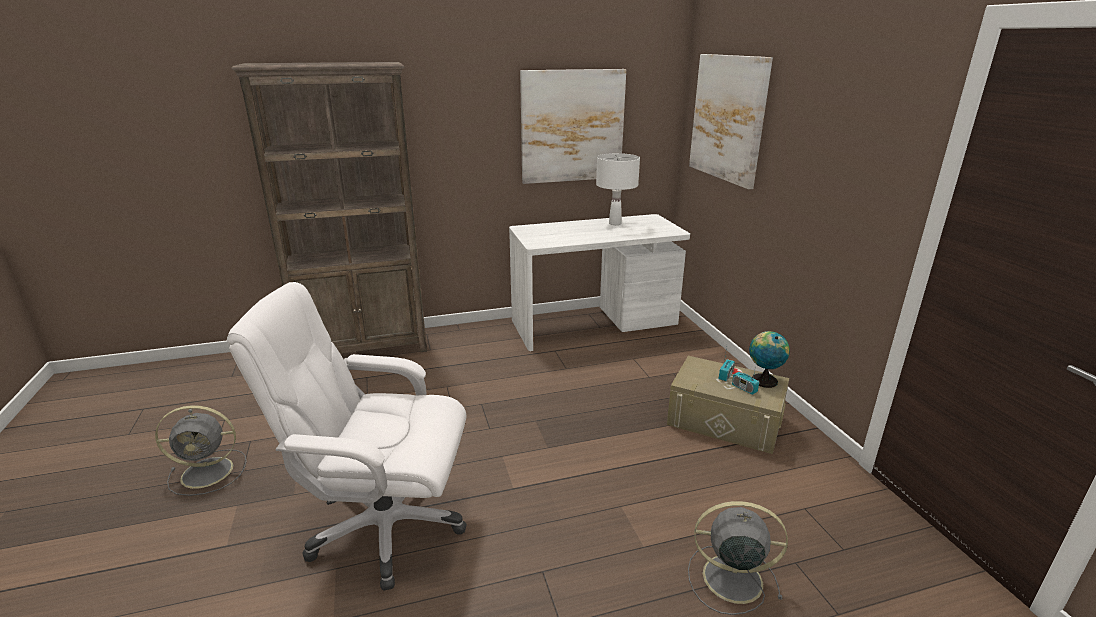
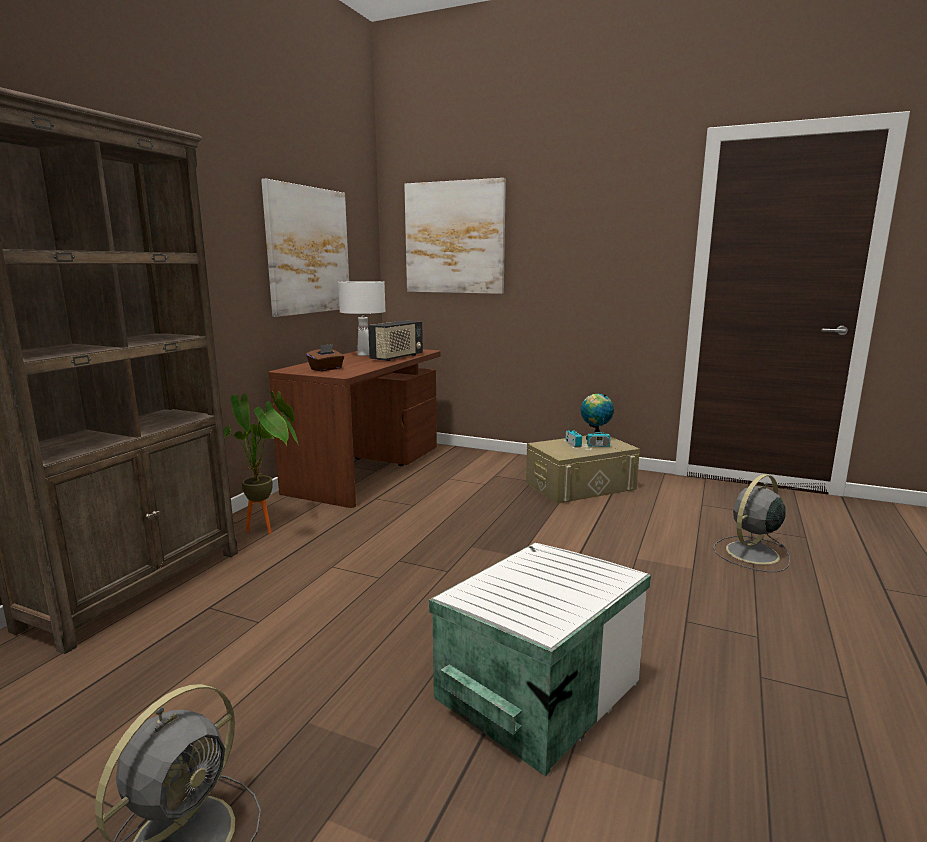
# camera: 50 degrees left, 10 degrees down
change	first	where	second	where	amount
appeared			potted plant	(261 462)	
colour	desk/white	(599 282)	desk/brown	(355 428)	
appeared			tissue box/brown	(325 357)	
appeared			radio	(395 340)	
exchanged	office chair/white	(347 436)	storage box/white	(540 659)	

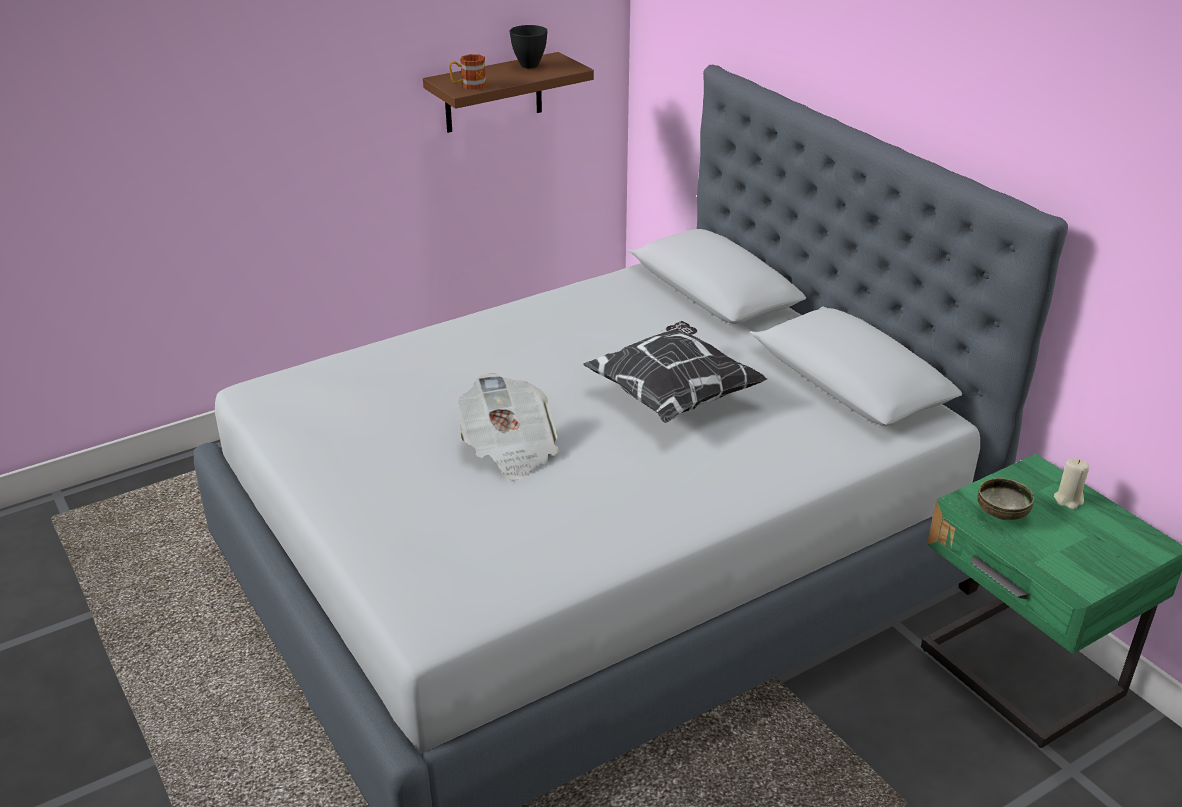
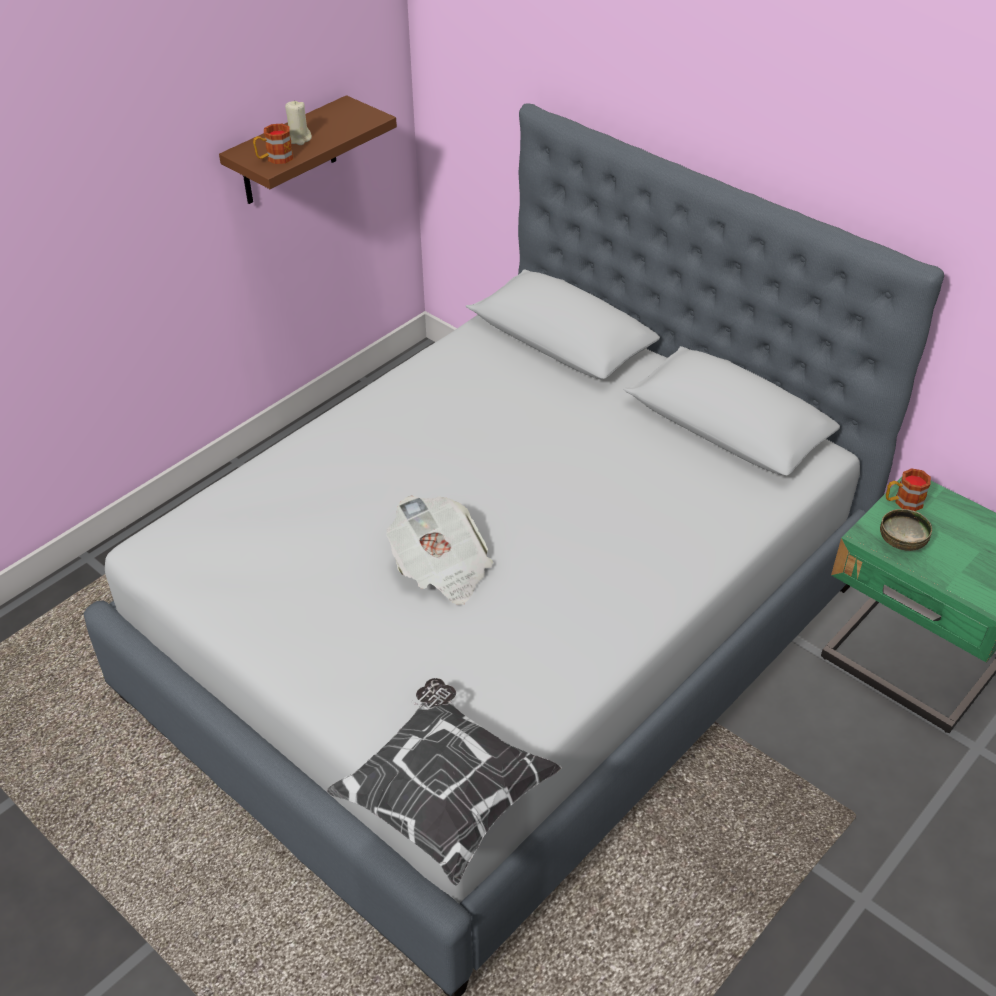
# camera: 15 degrees left, 10 degrees up
change	first	where	second	where	amount
relocated	candle/beige	(1071 484)		(298 122)	
relocated	pillow	(675 372)		(444 782)	
appeared			mug	(908 489)	
missing	bowl/black	(529 47)			

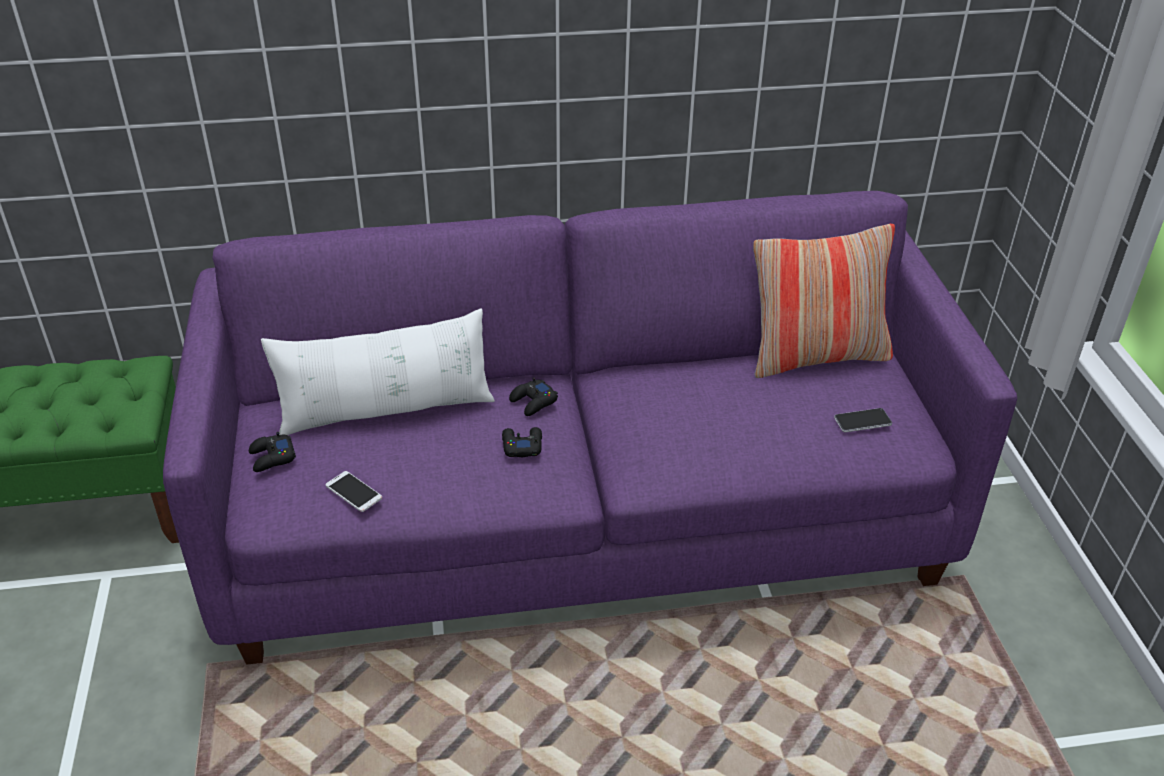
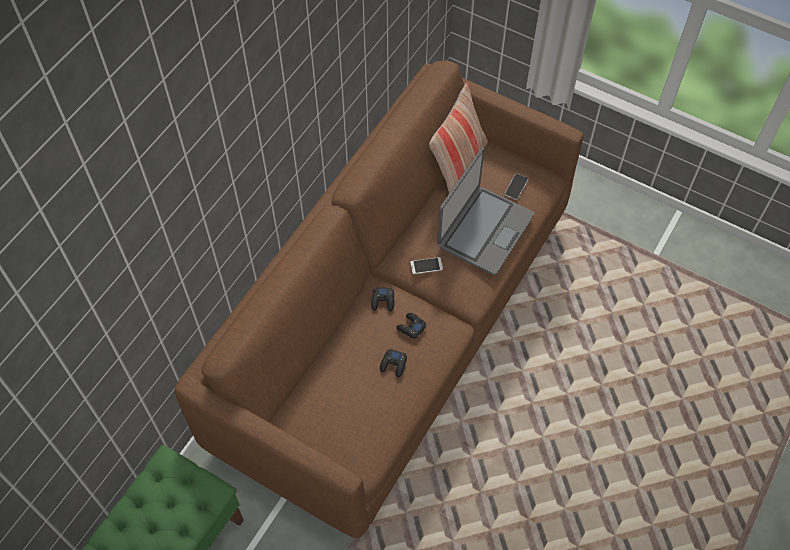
# camera: 50 degrees left, 20 degrees up
change	first	where	second	where	amount
colour	sofa/purple	(590 428)	sofa/brown	(379 299)	
relocated	game controller/black	(272 452)		(393 363)	
relocated	phone	(354 491)		(426 265)	
appeared			laptop	(485 212)	
missing	pillow/white	(378 371)			

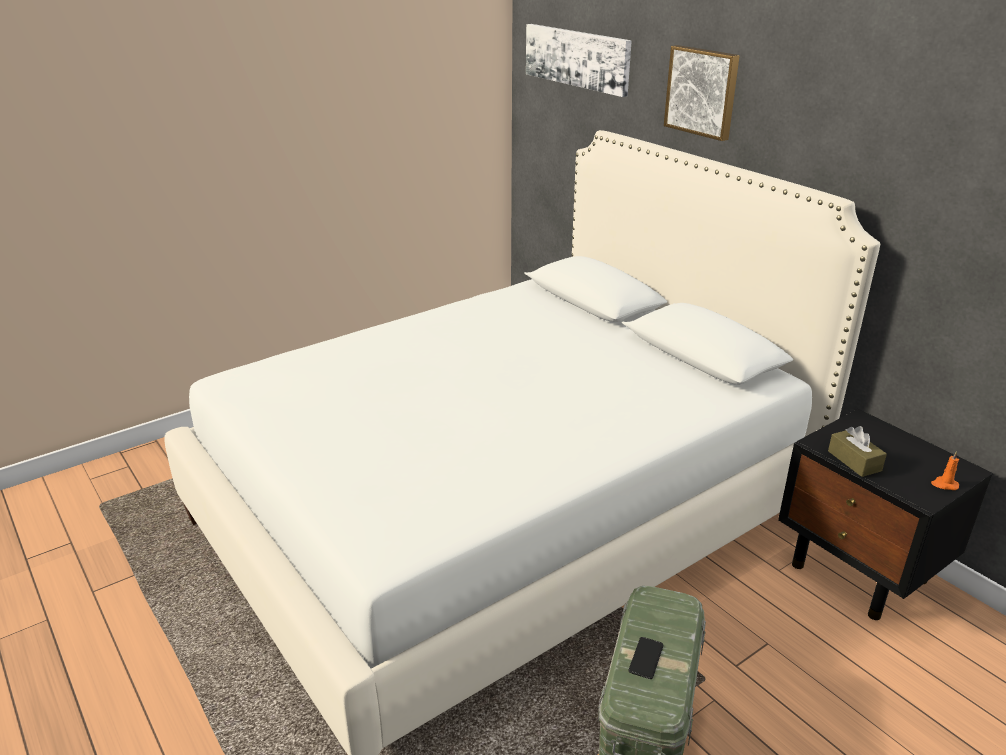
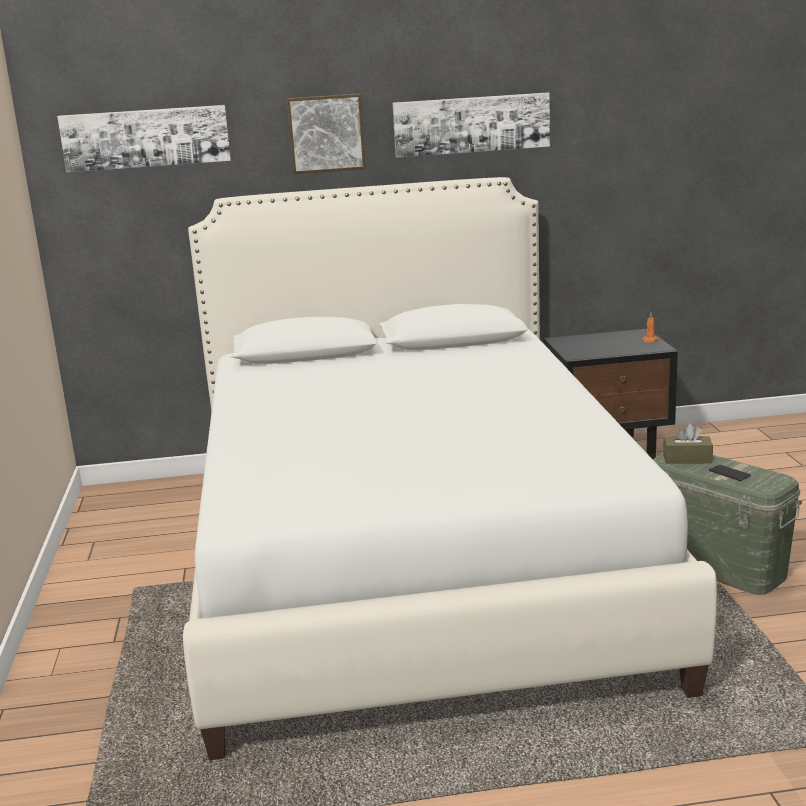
# camera: 60 degrees left, 10 degrees down
change	first	where	second	where	amount
appeared			picture	(471 125)	
relocated	tissue box/brown	(857 451)		(688 444)	

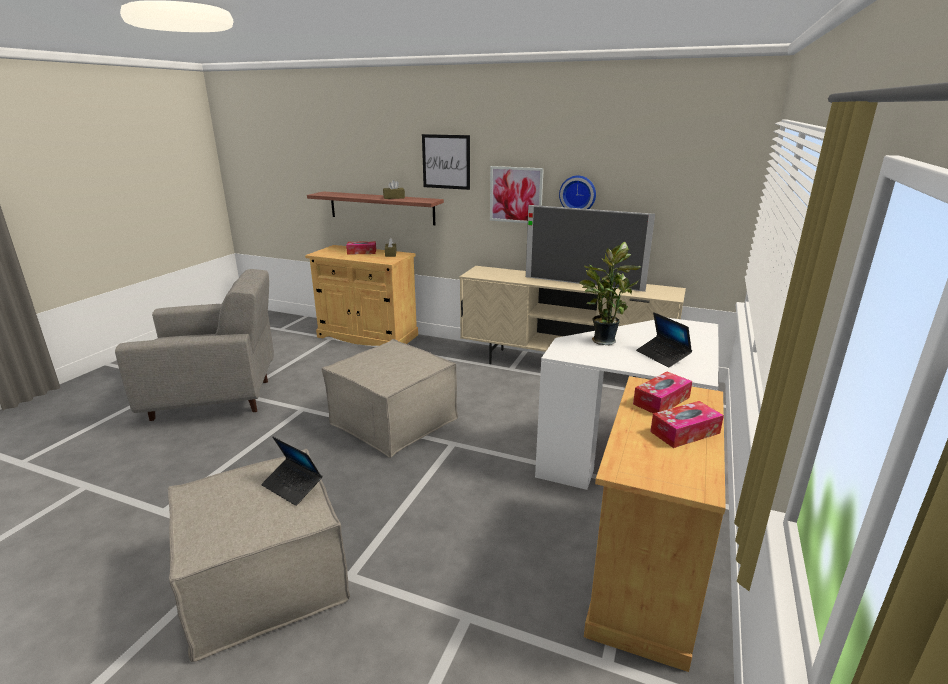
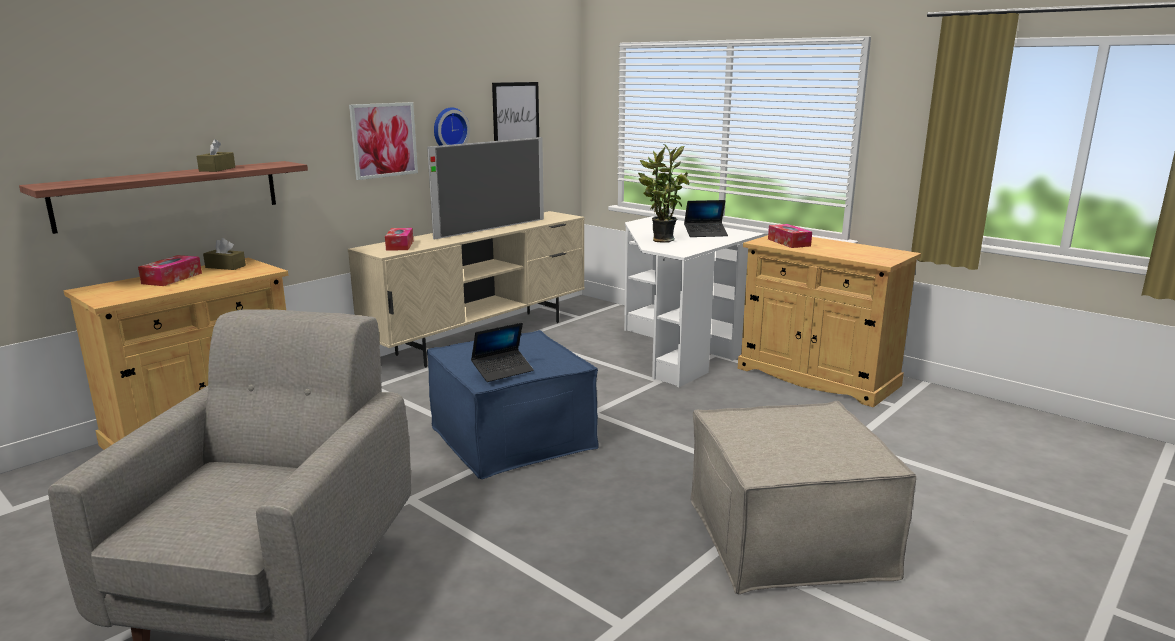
# camera: 70 degrees left, 5 degrees down
change	first	where	second	where	amount
relocated	tissue box	(687 424)		(399 239)	
colour	ottoman/beige	(390 398)	ottoman/blue	(513 404)	
relocated	laptop	(291 471)		(502 352)	
relocated	picture	(446 162)		(515 111)	

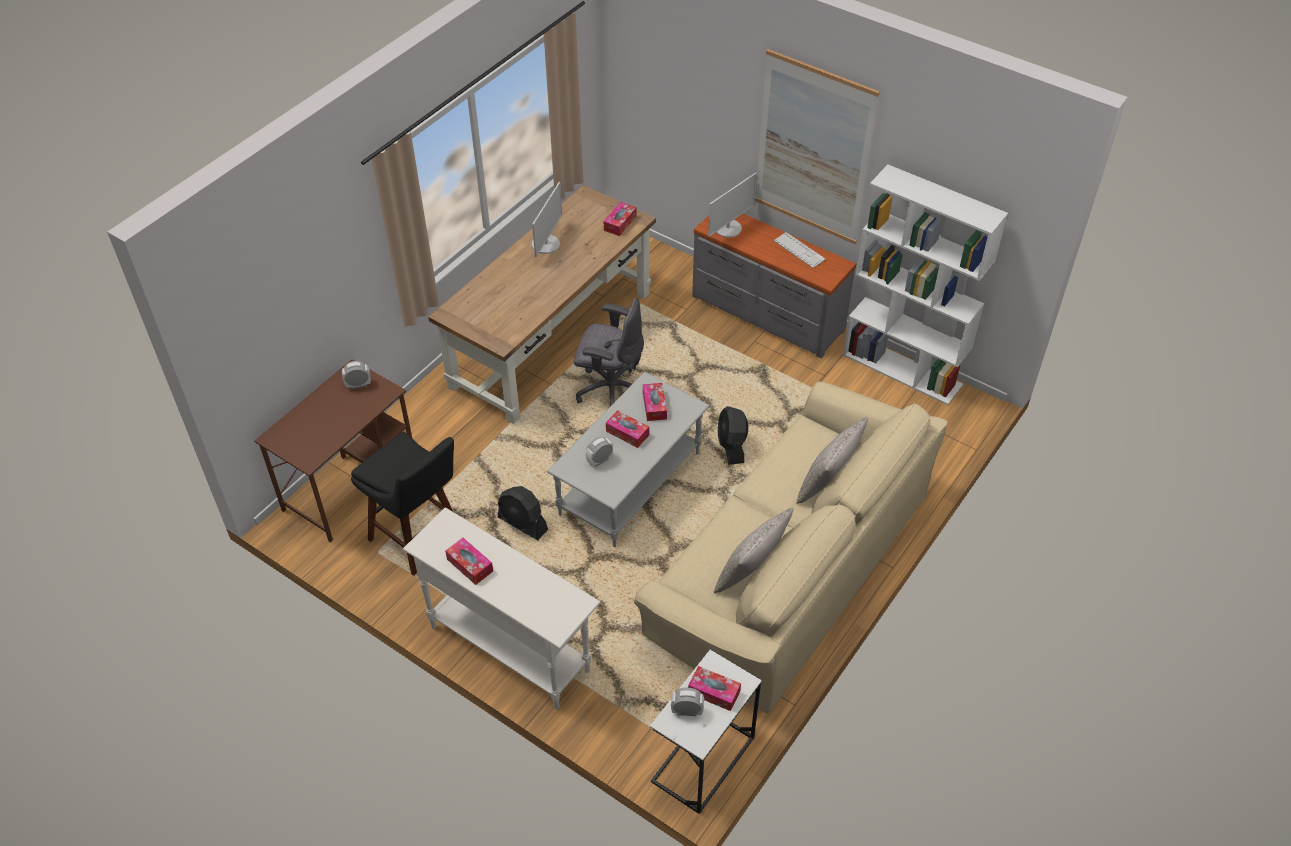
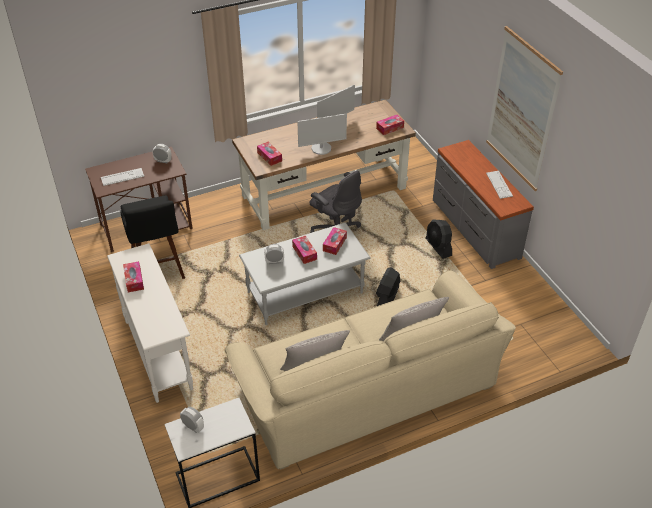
# camera: 30 degrees right, 5 degrees down
change	first	where	second	where	amount
appeared			keyboard	(122 177)	
relocated	tissue box	(714 688)		(269 154)	
relocated	monitor	(732 205)		(322 134)	
relocated	fan/black	(523 513)		(439 239)	
missing	bookcase/white	(925 285)			

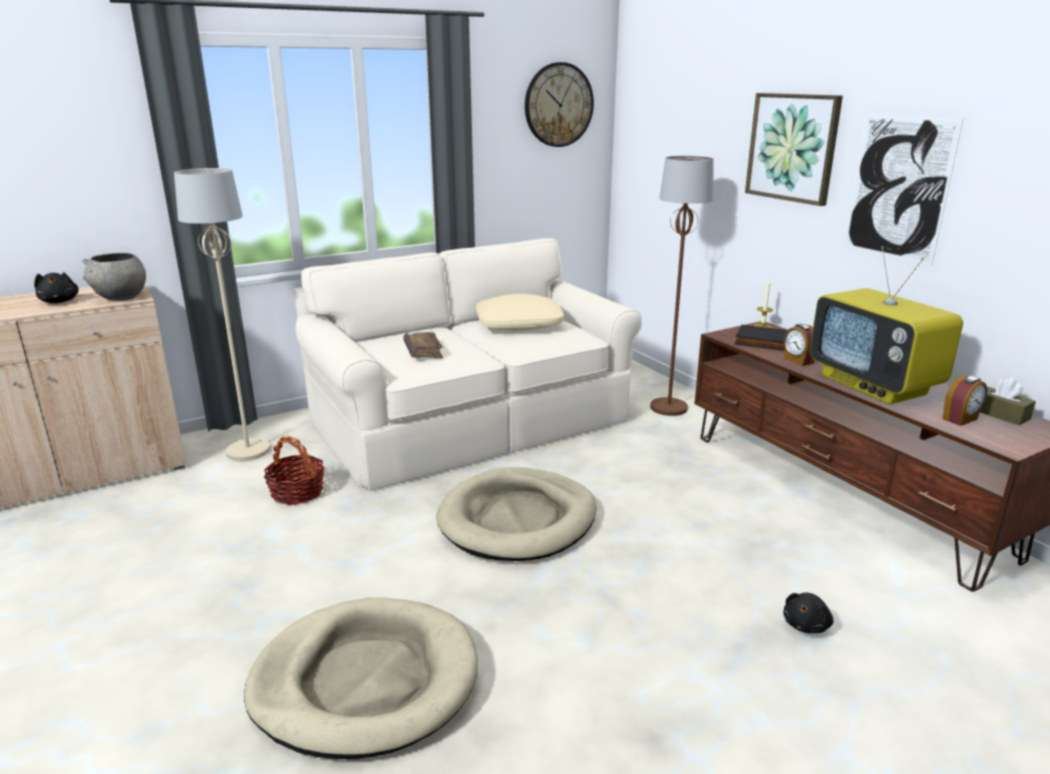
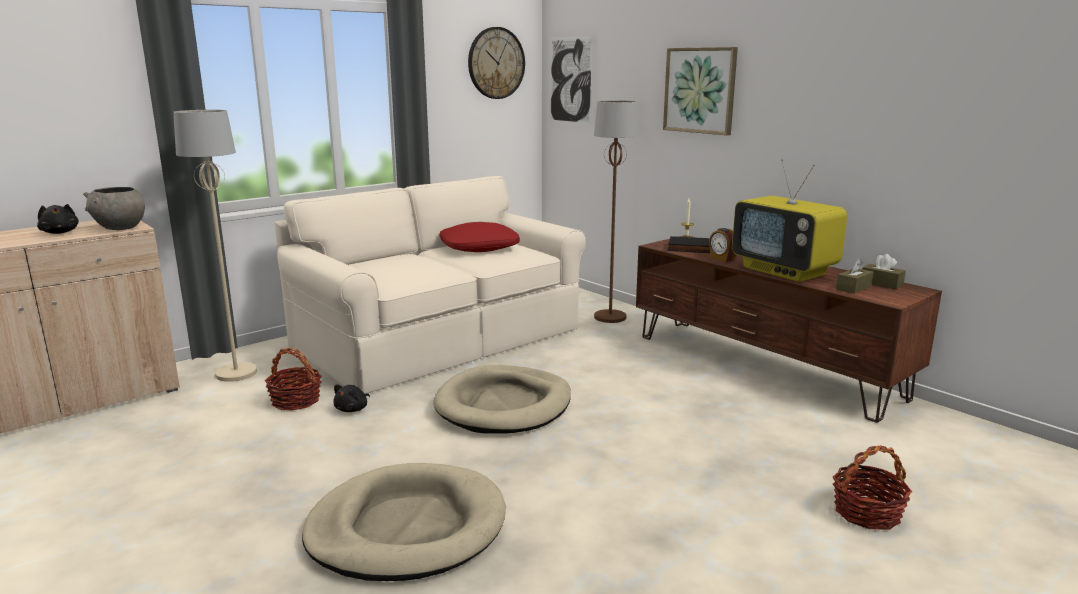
# camera: 10 degrees left, 5 degrees down
change	first	where	second	where	amount
relocated	plush toy/black	(808 613)		(351 398)	
colour	pillow/beige	(520 312)	pillow/red	(479 237)	
relocated	picture	(903 189)		(571 80)	
appeared			basket	(872 487)	
exchanged	alarm clock	(965 400)	tissue box/brown	(855 276)	
missing	book/brown	(423 345)			

